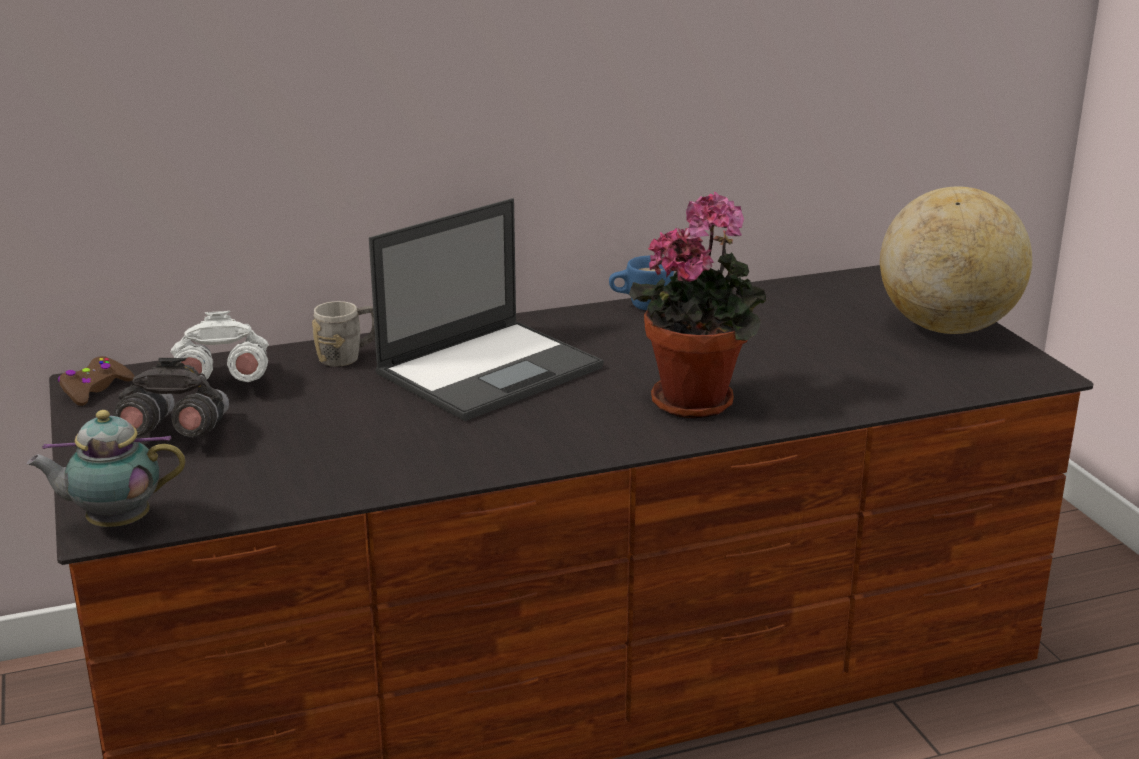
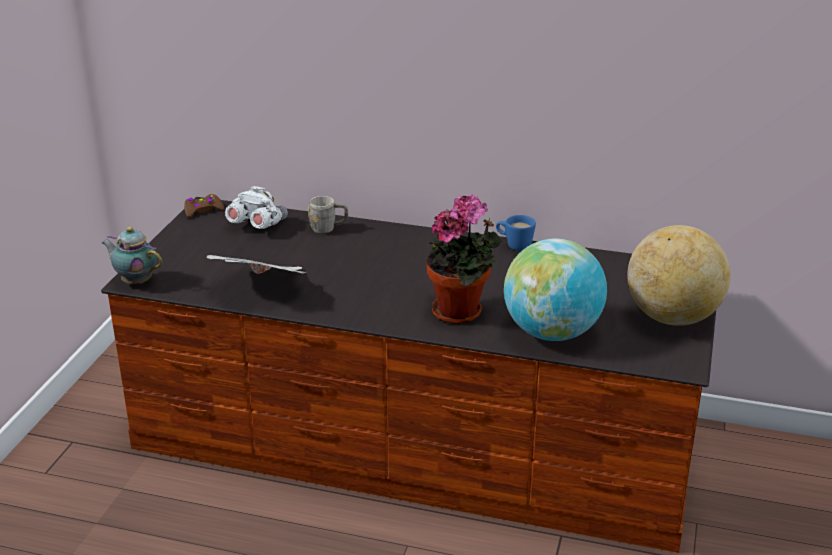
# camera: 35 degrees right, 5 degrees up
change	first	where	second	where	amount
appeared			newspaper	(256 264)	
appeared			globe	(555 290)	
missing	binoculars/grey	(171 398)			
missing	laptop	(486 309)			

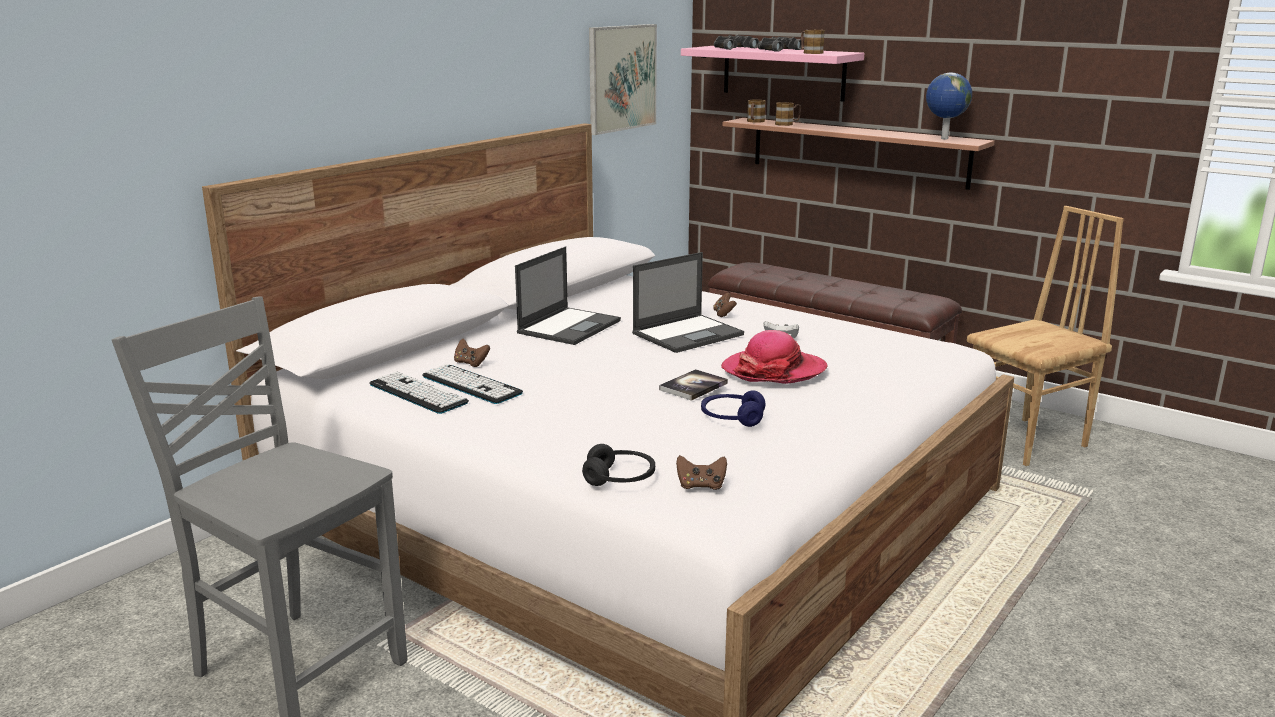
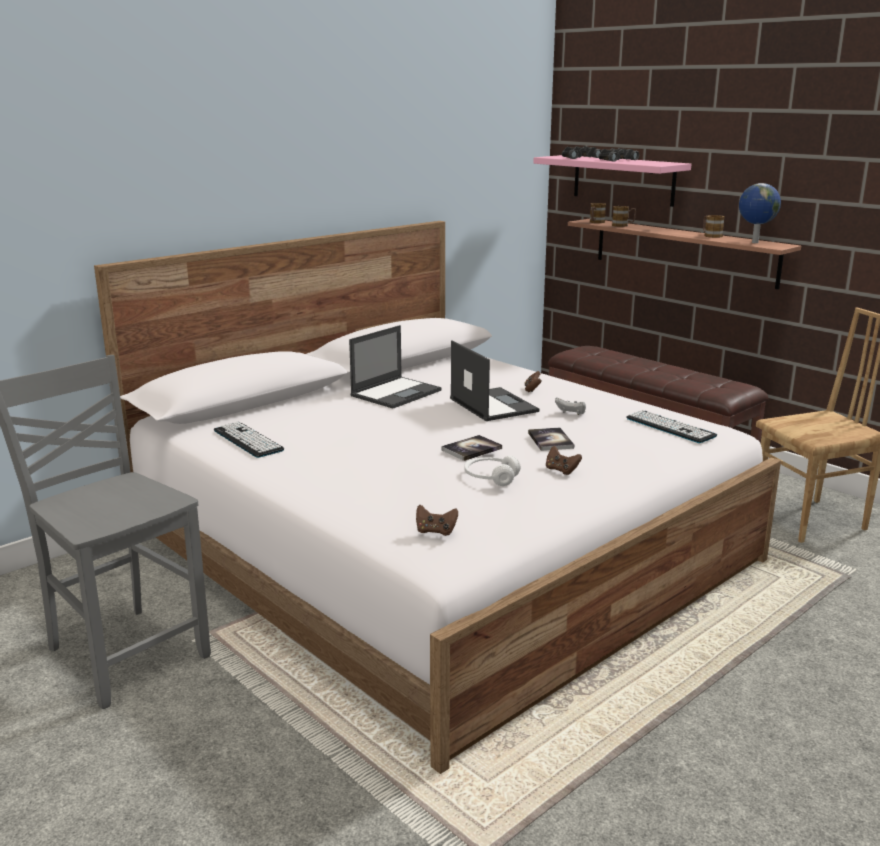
# camera: 10 degrees right, 0 degrees up
change	first	where	second	where	amount
spun	laptop	(688 302)		(495 380)	90 degrees counterclockwise
colour	headphones/blue	(733 408)	headphones/white	(492 471)	
exchanged	hat	(774 357)	book	(551 439)	
relocated	game controller/brown	(472 353)		(564 460)	
relocated	keyboard	(472 384)		(672 426)	
relocated	mug	(813 42)		(714 226)	
missing	headphones/black	(618 465)			
missing	picture	(623 79)			

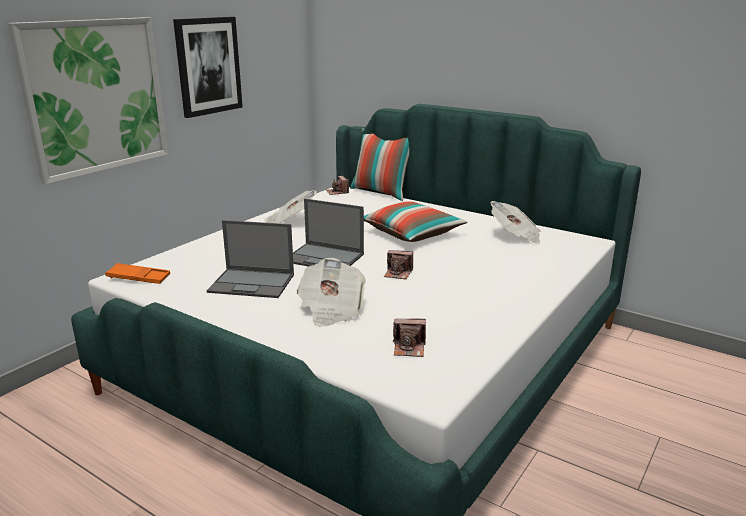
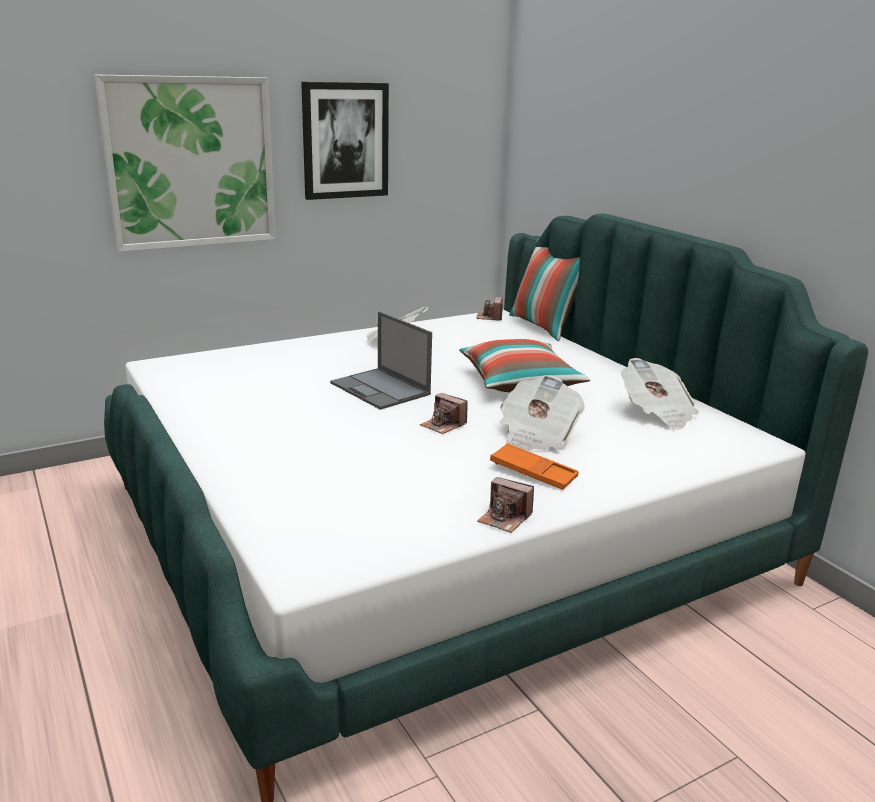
# camera: 25 degrees right, 0 degrees up
change	first	where	second	where	amount
relocated	photo camera	(409 338)		(505 505)	
relocated	tray/orange	(137 273)		(534 466)	
relocated	newspaper	(331 292)		(542 413)	
missing	laptop	(250 259)			

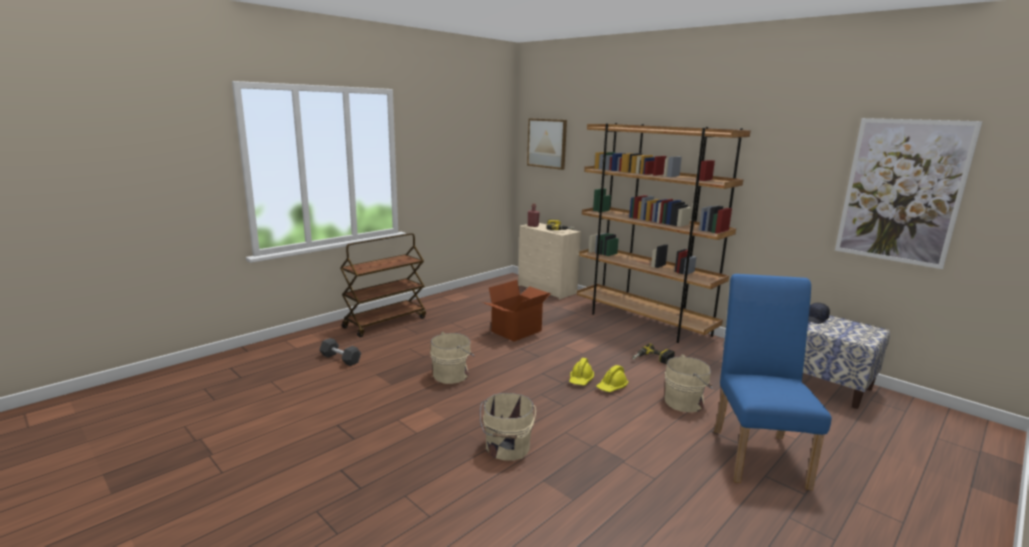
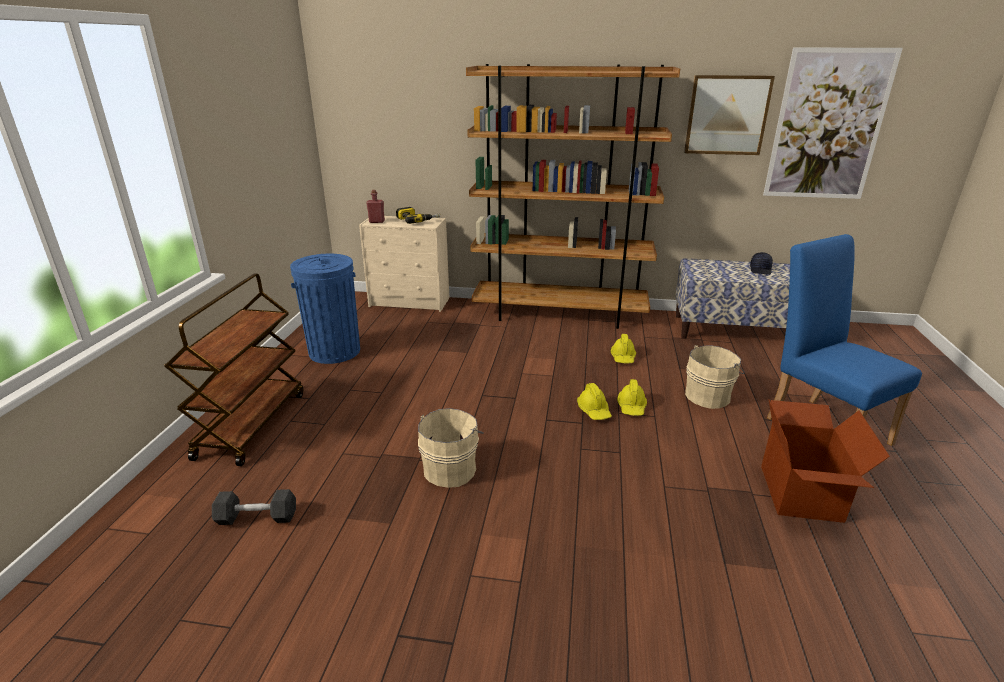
# camera: 35 degrees left, 10 degrees up
change	first	where	second	where	amount
appeared			trash can/blue	(325 309)	
exchanged	power drill	(653 353)	hard hat/yellow	(623 349)	
relocated	picture	(547 144)		(729 115)	
relocated	cardboard box	(516 310)		(825 461)	
missing	bucket/beige	(508 427)			

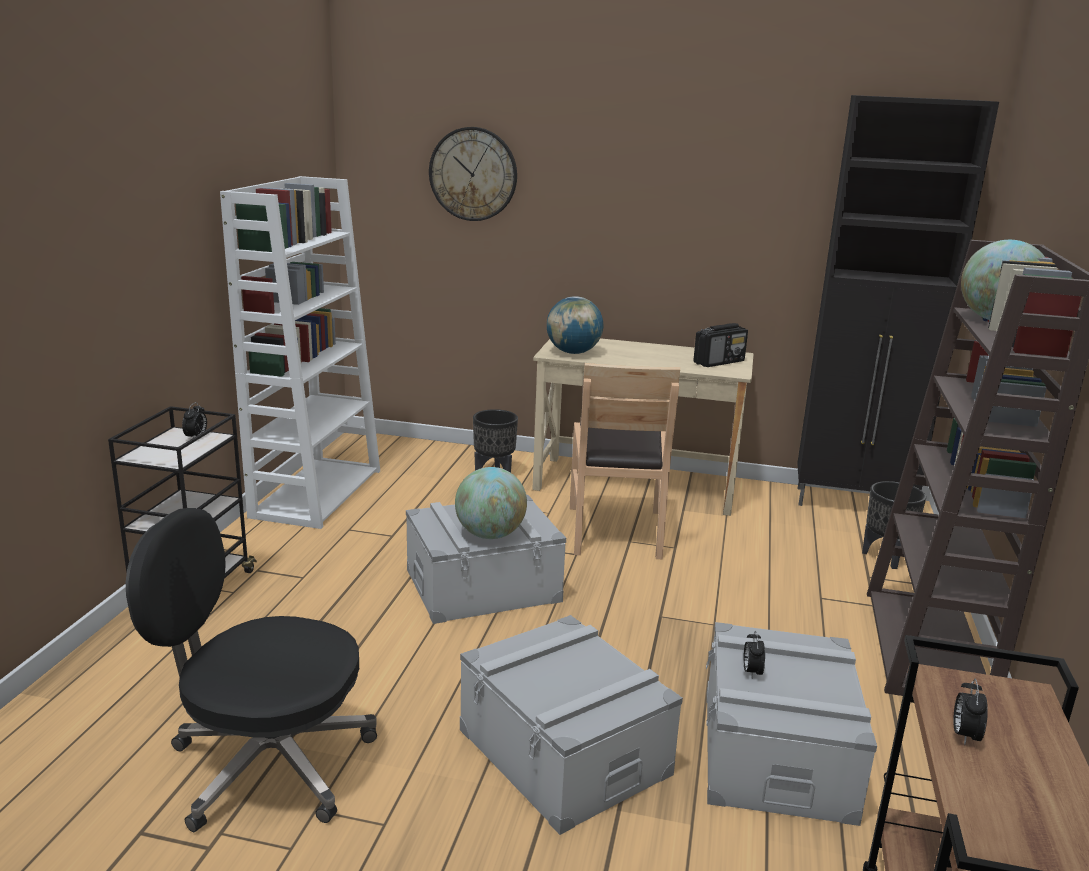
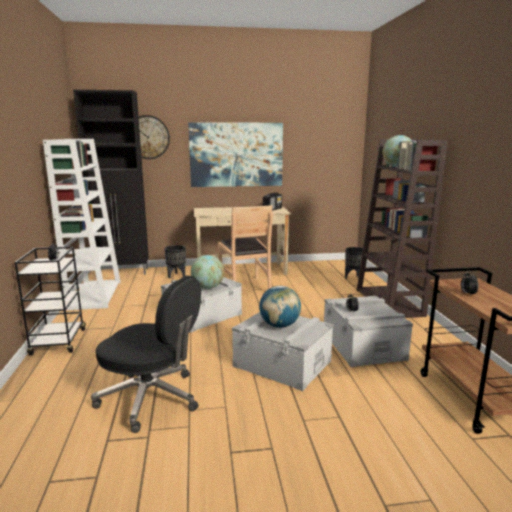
# camera: 20 degrees left, 5 degrees down
change	first	where	second	where	amount
relocated	cabinet/black	(898 300)		(111 182)	
spun	office chair/black	(251 670)		(146 354)	150 degrees counterclockwise
appeared			picture	(235 154)	
relocated	globe	(575 325)		(280 307)	

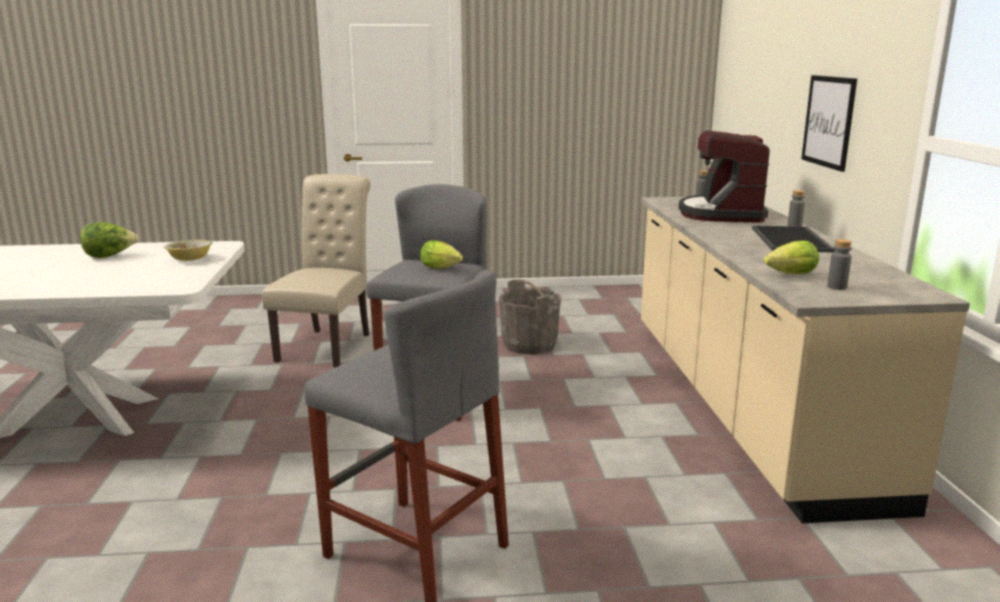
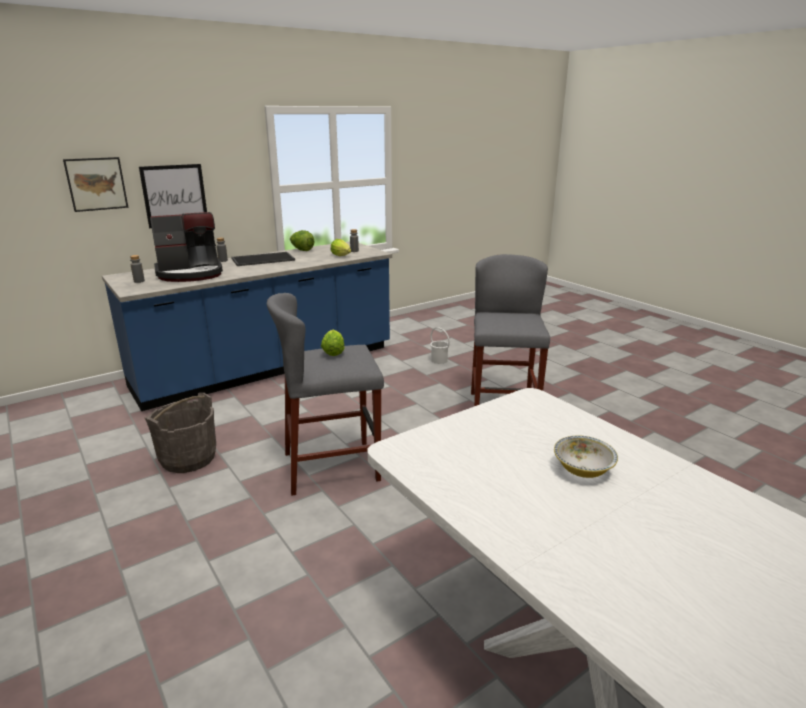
# camera: 120 degrees left, 5 degrees up
change	first	where	second	where	amount
appeared			picture	(95 184)	
colour	counter/beige	(805 360)	counter/blue	(247 326)	
relocated	lettuce	(109 240)		(302 240)	
appeared			bucket/white	(440 345)	
relocated	bowl	(188 250)		(586 457)	
missing	chair/beige	(316 271)			

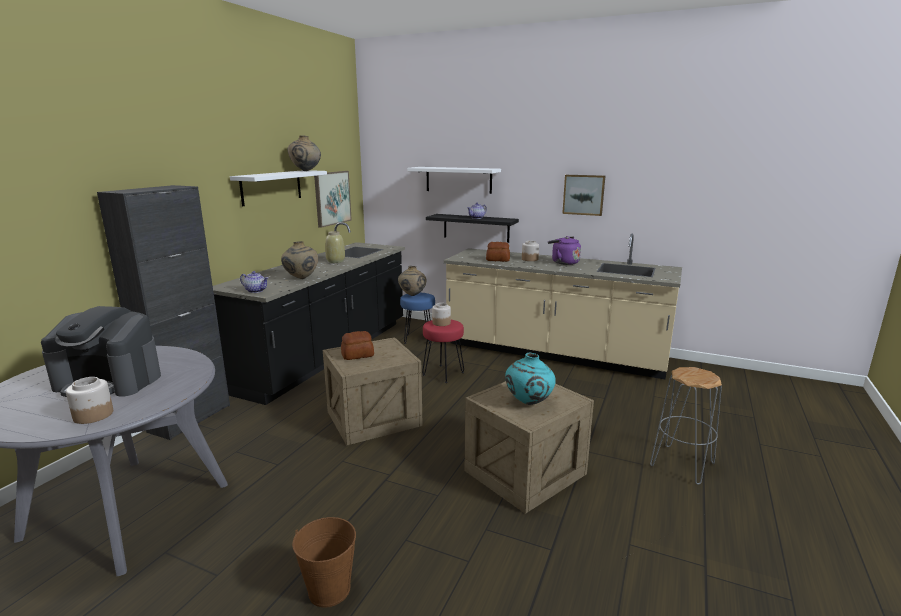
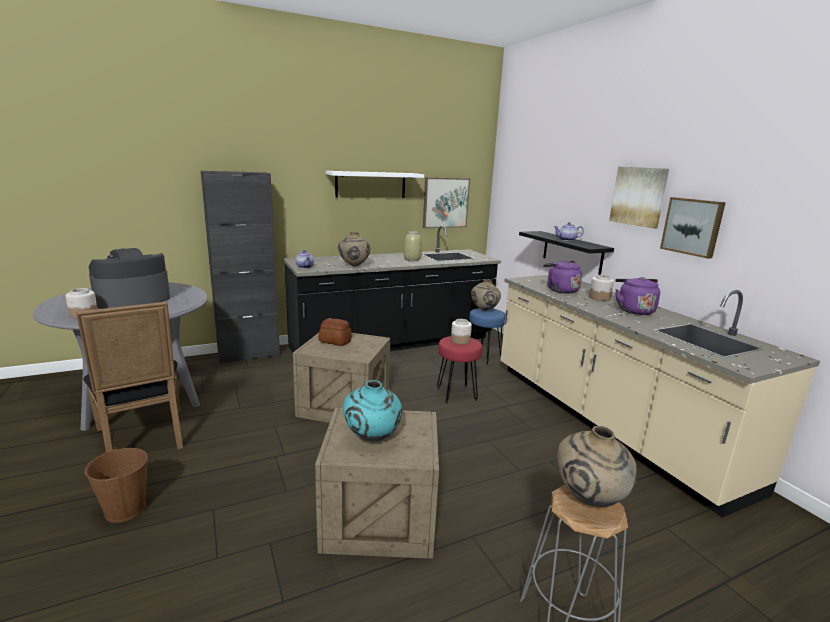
# camera: 40 degrees right, 0 degrees up
change	first	where	second	where	amount
appeared			chair/black	(129 377)	
spun	coffee machine	(101 351)		(129 278)	90 degrees clockwise
exchanged	bread	(498 252)	kettle/purple	(562 276)	
relocated	vase/beige	(304 153)		(597 466)	
appeared			picture	(639 197)	
missing	shelf/white	(454 180)			

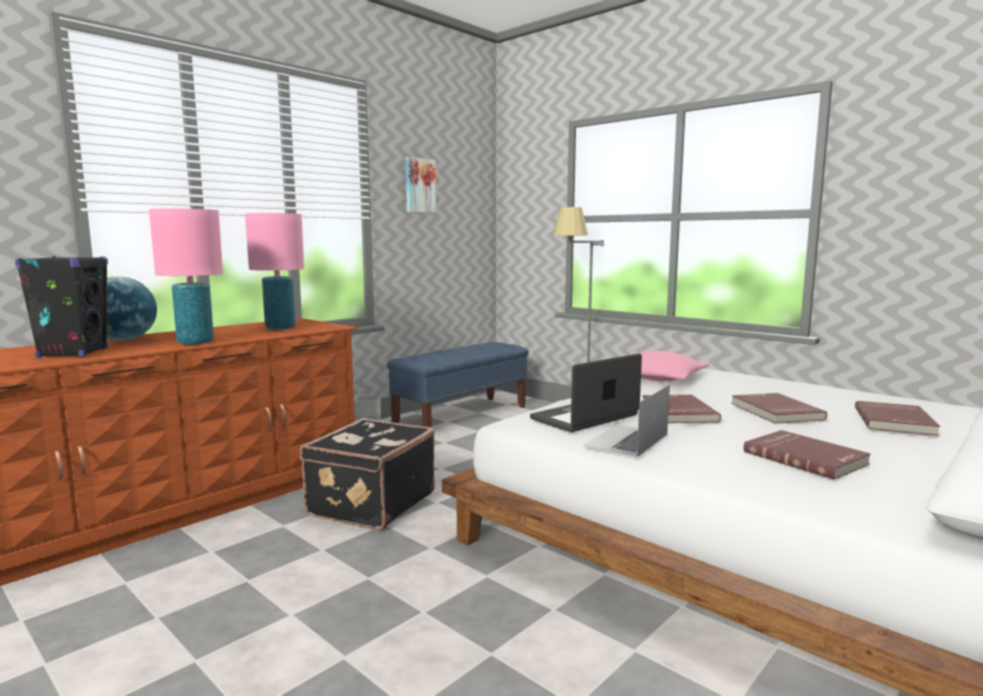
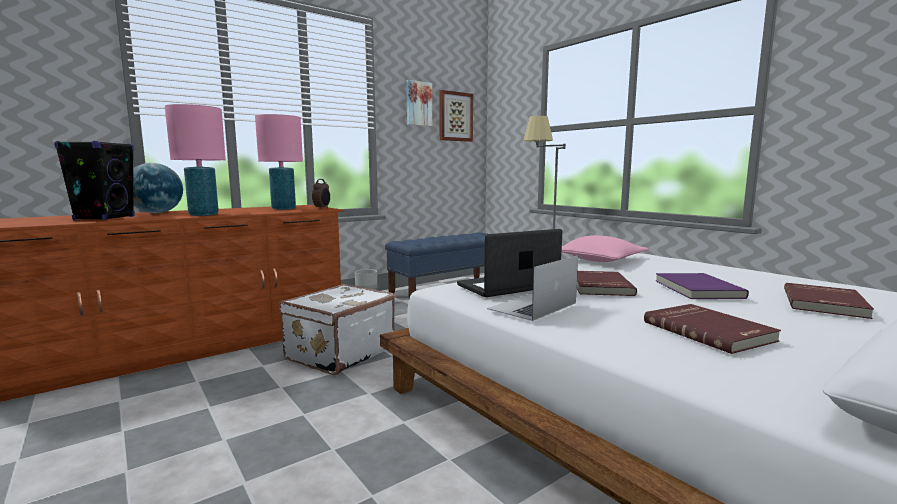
# camera: 10 degrees right, 0 degrees up
change	first	where	second	where	amount
colour	suitcase/black	(367 474)	suitcase/white	(337 329)	
appeared			alarm clock	(321 194)	
appeared			picture	(456 116)	
colour	book/red	(779 408)	book/purple	(702 286)	

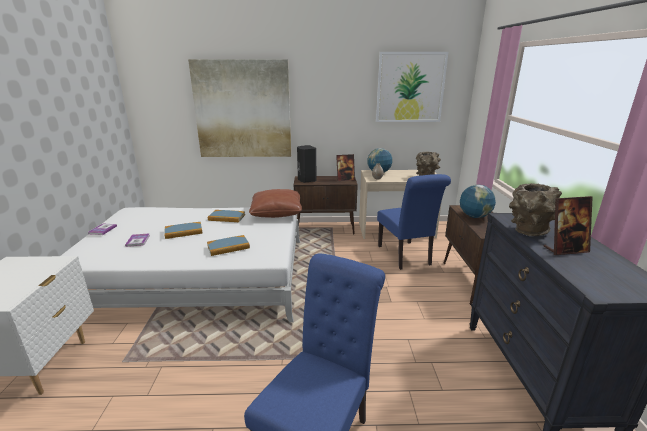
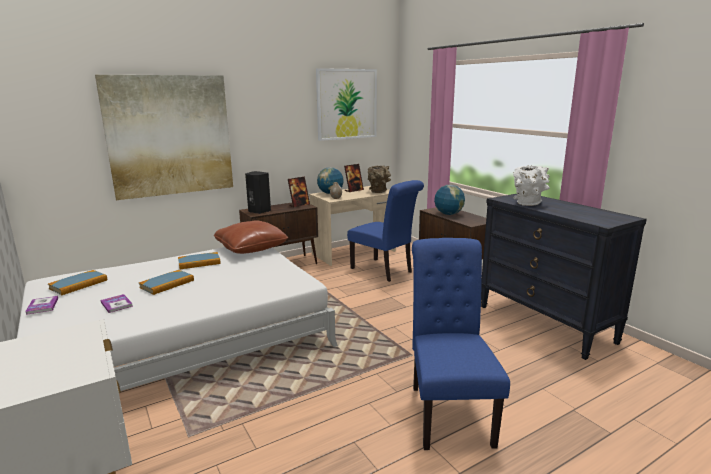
# camera: 30 degrees left, 5 degrees down
change	first	where	second	where	amount
relocated	book	(228 245)		(77 282)	
relocated	picture frame	(568 225)		(354 178)	
colour	vase/brown	(535 209)	vase/white	(531 185)	

